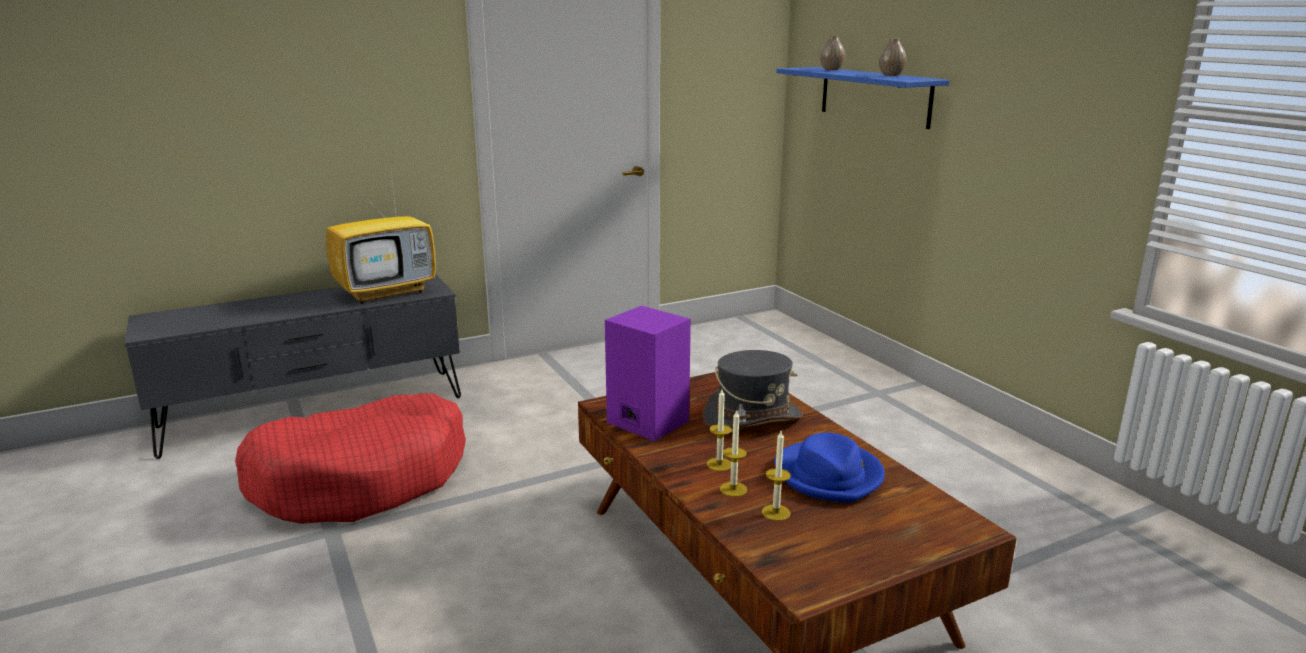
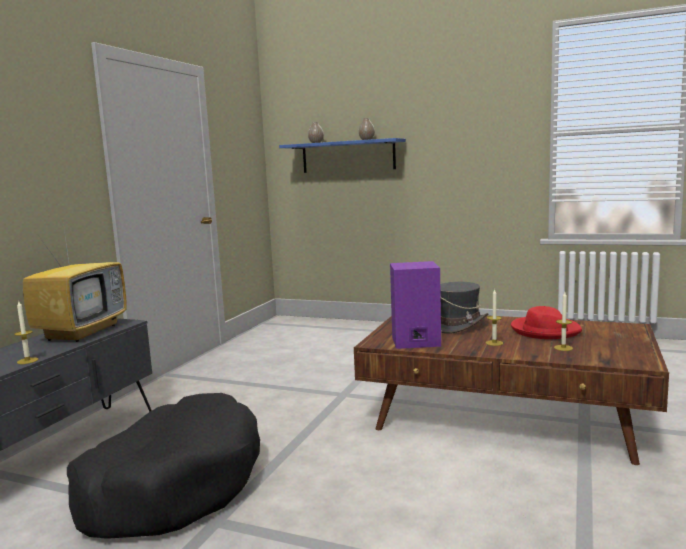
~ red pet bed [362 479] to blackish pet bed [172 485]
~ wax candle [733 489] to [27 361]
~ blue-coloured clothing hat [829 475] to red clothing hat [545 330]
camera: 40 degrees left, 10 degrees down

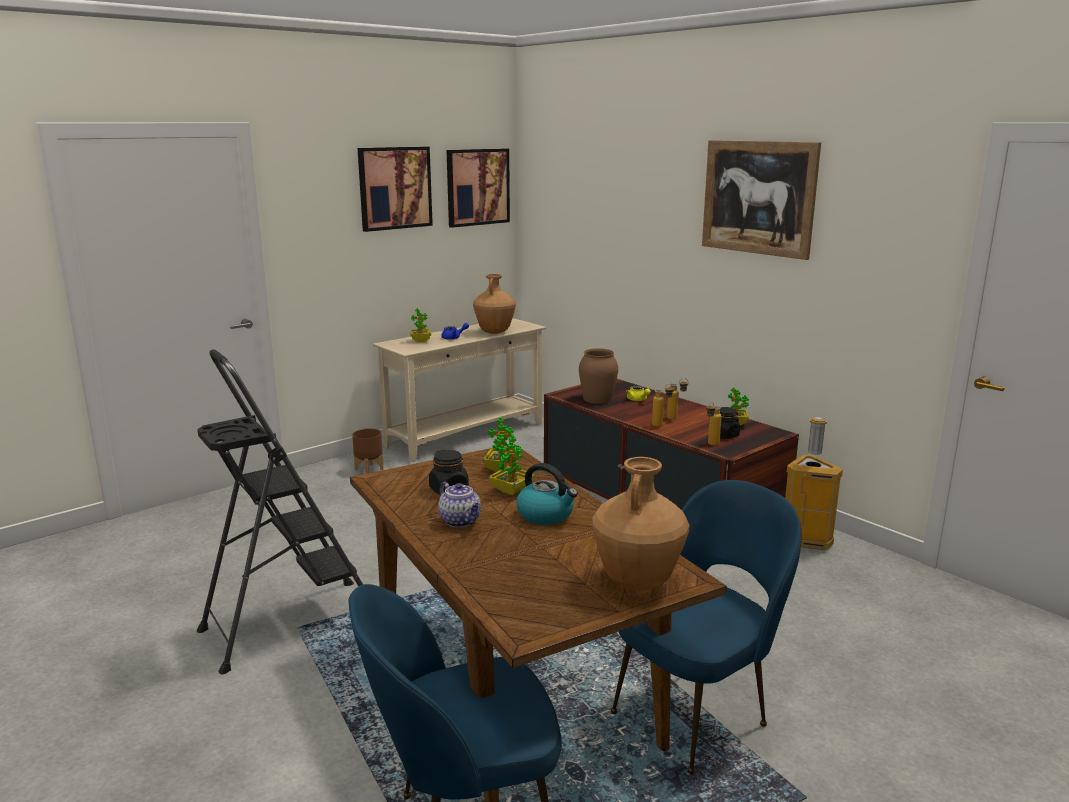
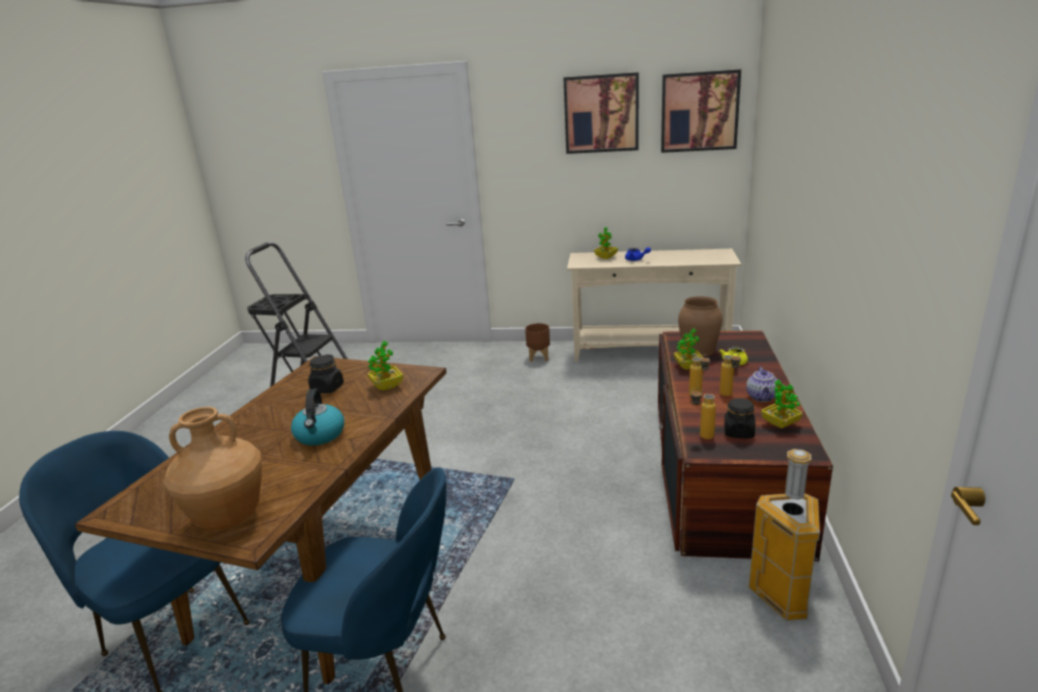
- picture [758 197]
- brown-coloured vase [494 332]
~ potted plant [511 491] to [688 367]
~ pot for tea [461 521] to [762 397]
camera: 50 degrees right, 5 degrees up

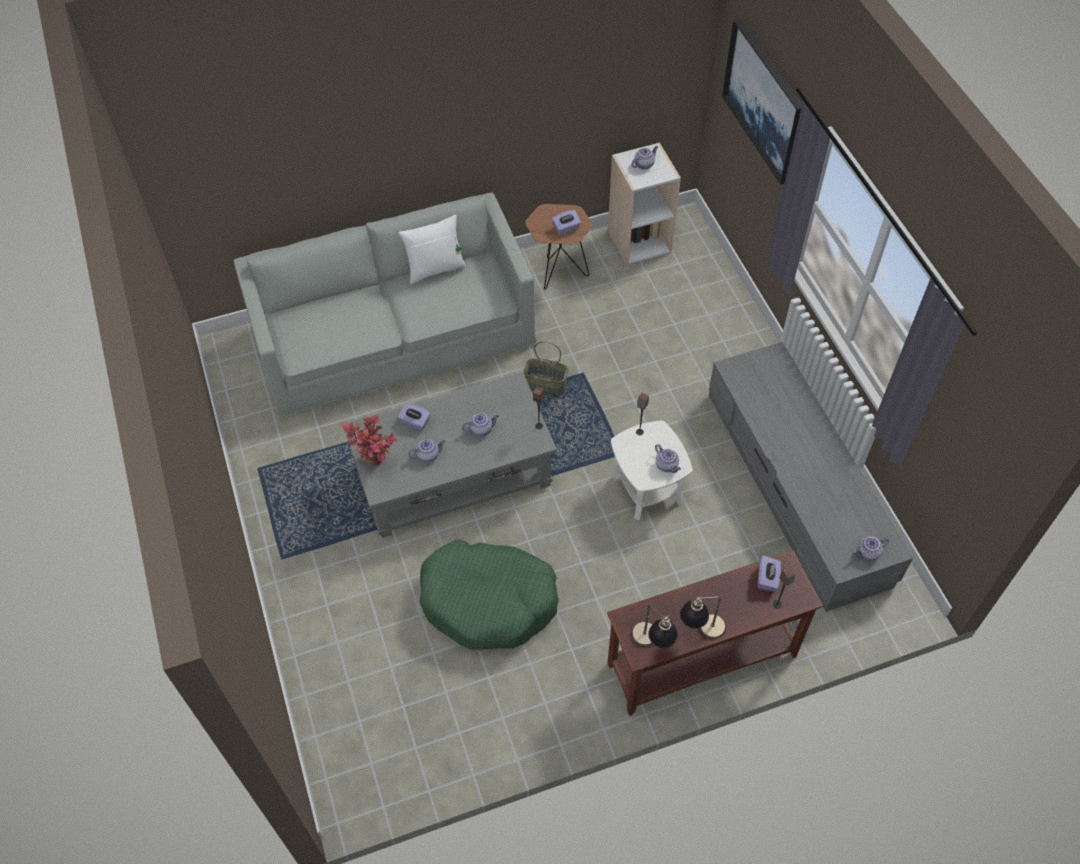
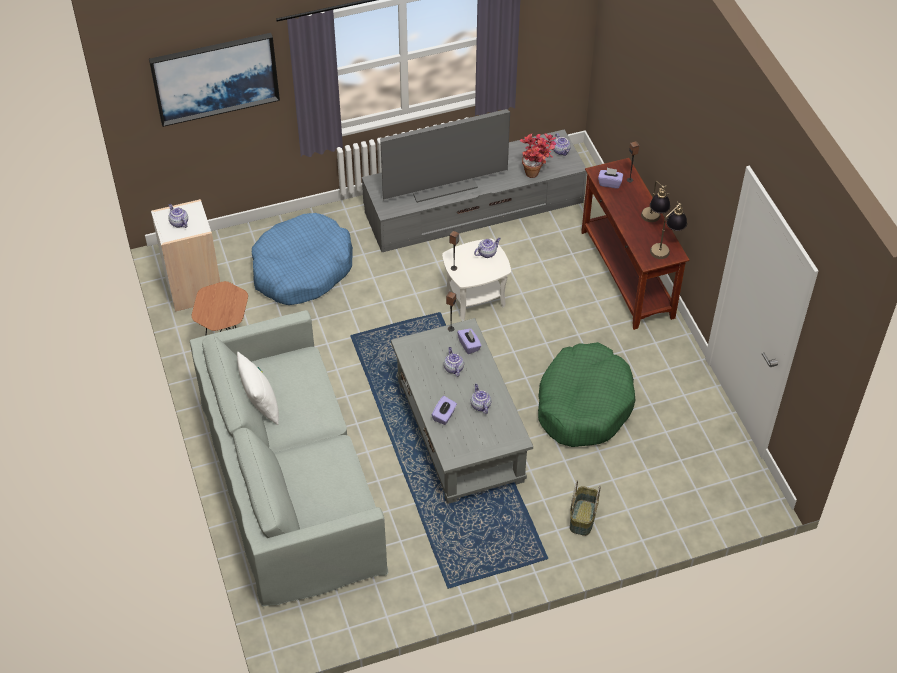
~ purplish box of tissues [566 228] to [469 345]
~ household basket [546 384] to [582 517]
~ potted plant [376 464] to [536 173]
+ TV set [443 184]
+ blue-coloured pet bed [302 269]
camera: 90 degrees left, 5 degrees down

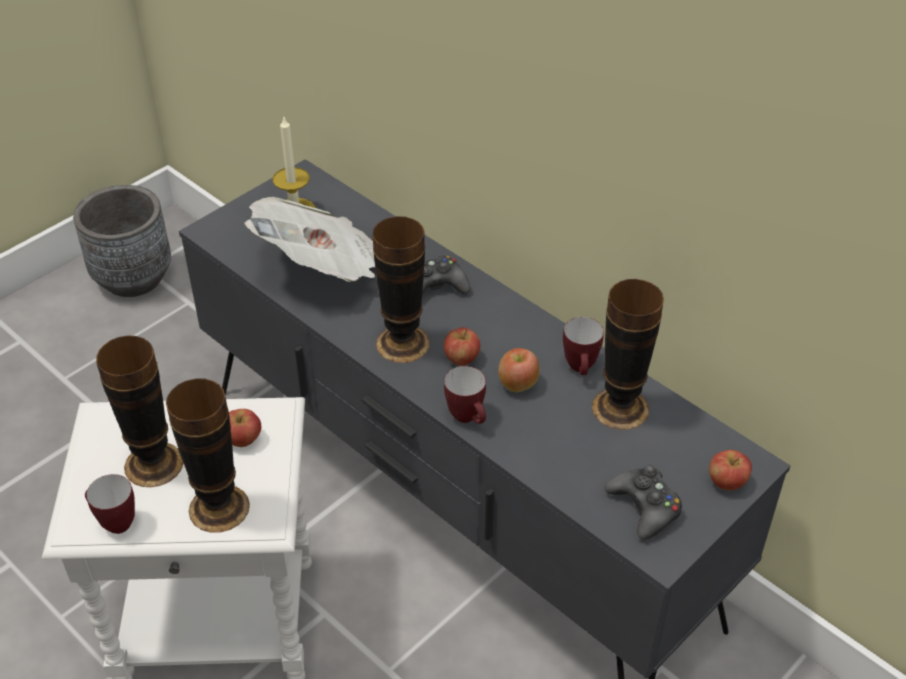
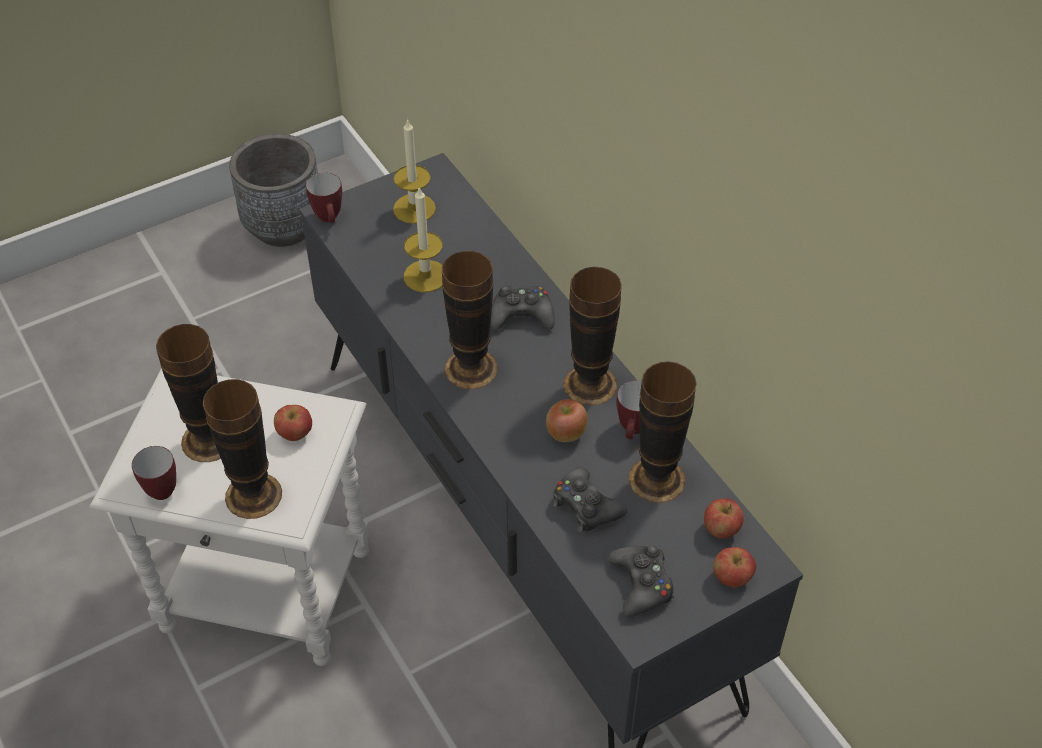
~ printed paper [327 269] to wax candle [425 276]
~ apple fruit [461 359] to [721 529]
~ mug [468 419] to [329 219]
+ vase [590 384]
+ blackish game controller [586 506]
camera: 15 degrees right, 5 degrees up

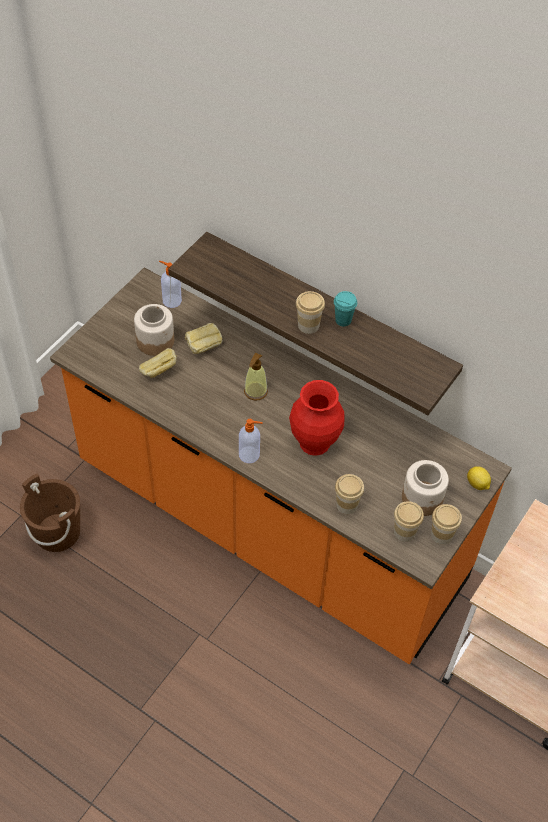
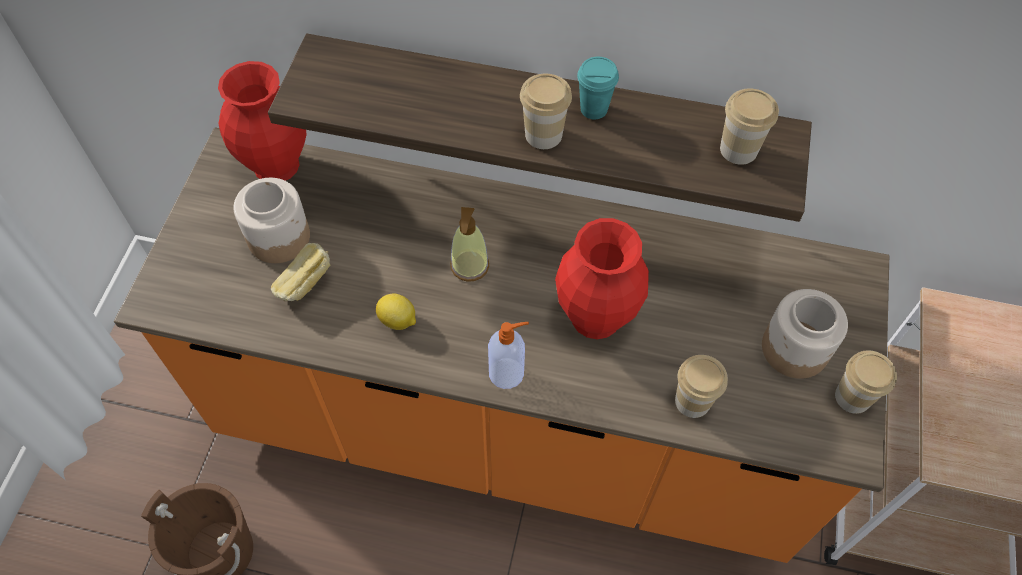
~ liquid soap bottle [171 300] to red vase [278 165]
- baked bread [203 347]
~ citrus fruit [477 484] to [398 321]
~ small cup [404 532] to [738 149]
camera: 20 degrees left, 5 degrees up

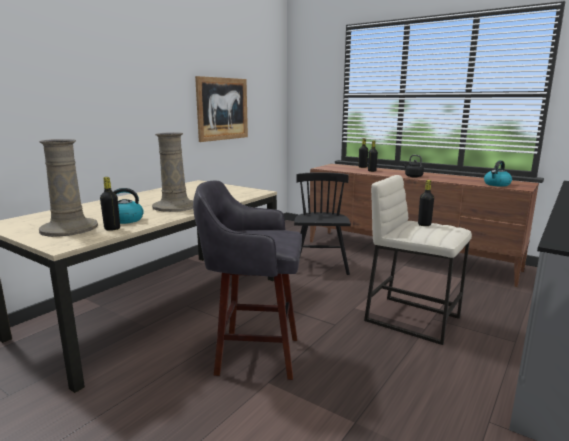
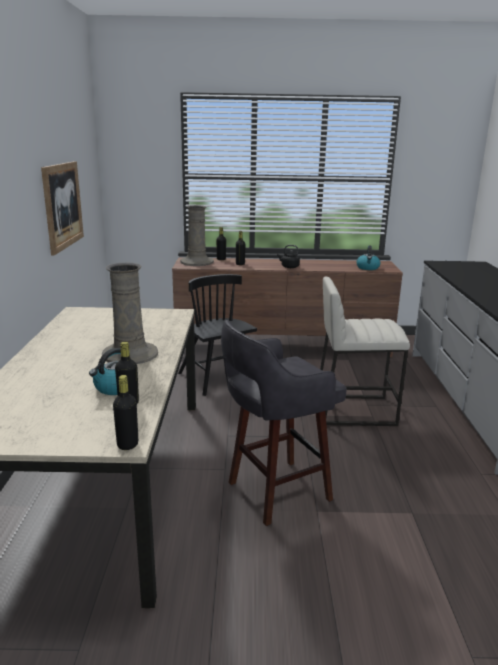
~ beige vase [68 228] to [196 262]
~ blackish bottle [424 224] to [127 444]
camera: 35 degrees left, 5 degrees up

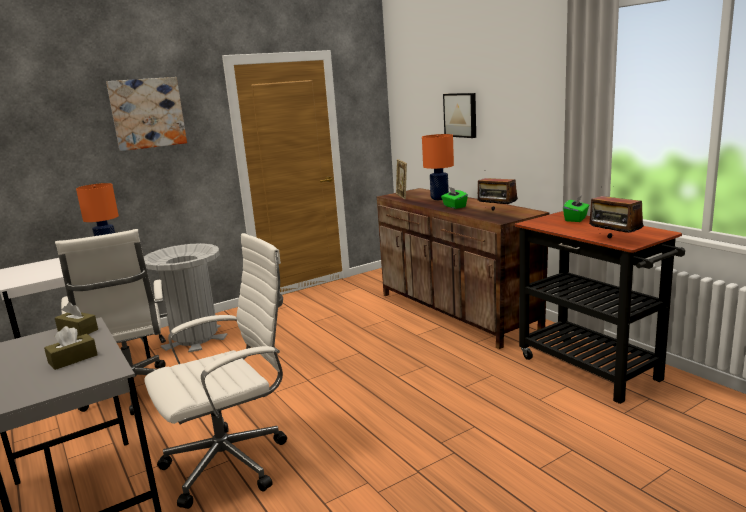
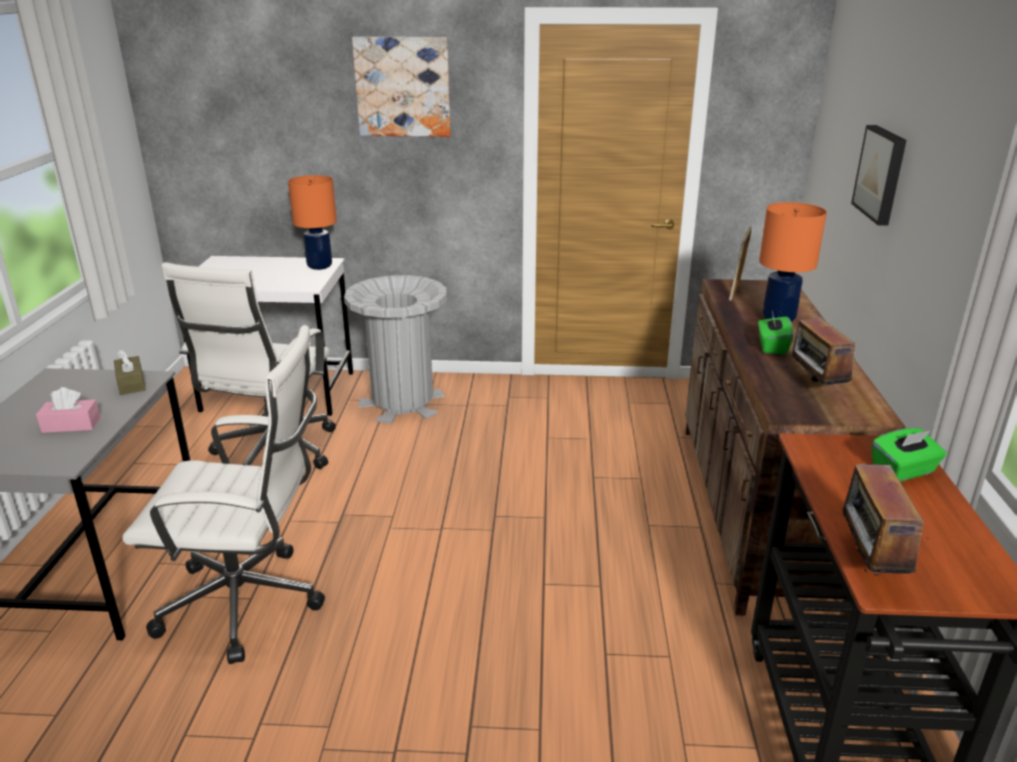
~ brown-coloured box of tissues [73 359] to pink box of tissues [71 425]
camera: 35 degrees right, 10 degrees up

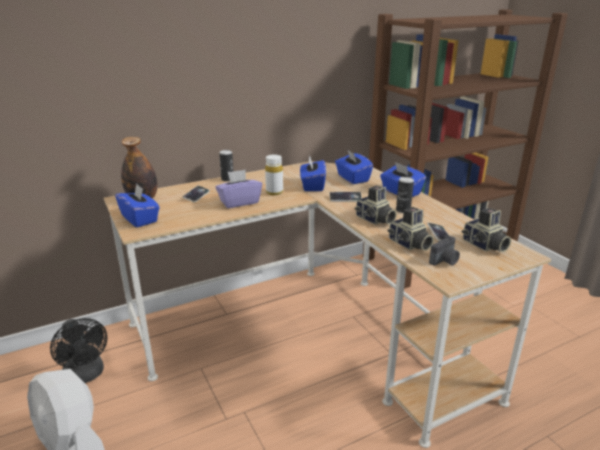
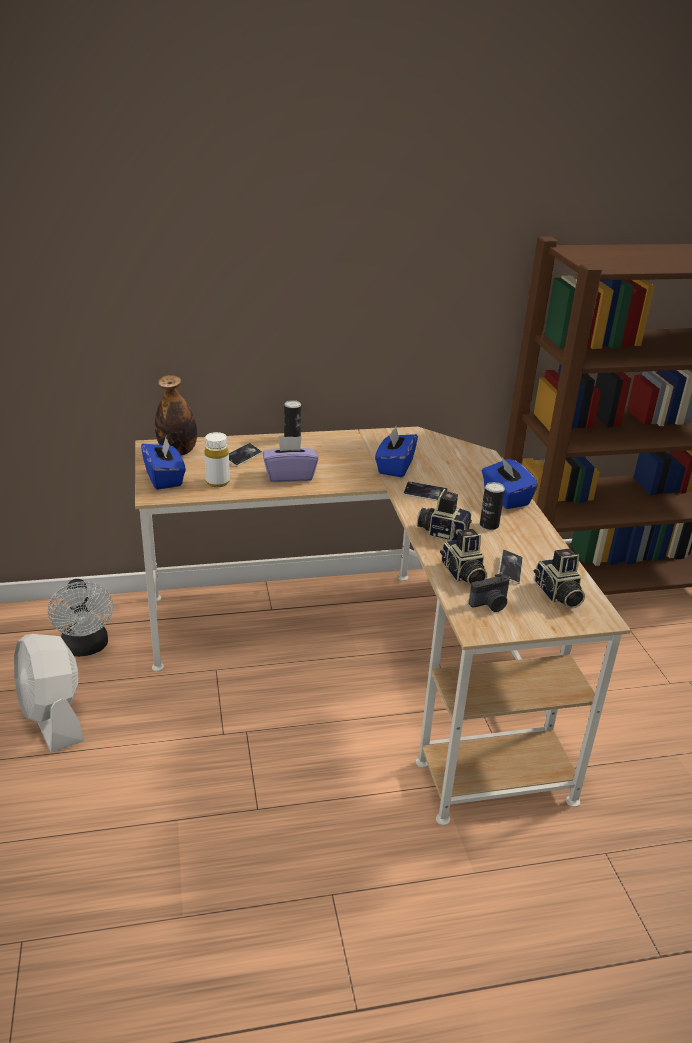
- blue-coloured box of tissues [352 178]
~ white bottle [274 192] to [217 482]
~ photo camera [375 220] = [442 532] 135 degrees clockwise
~ blackish cooling fan [86 375] to white cooling fan [86 648]
camera: 15 degrees right, 5 degrees up

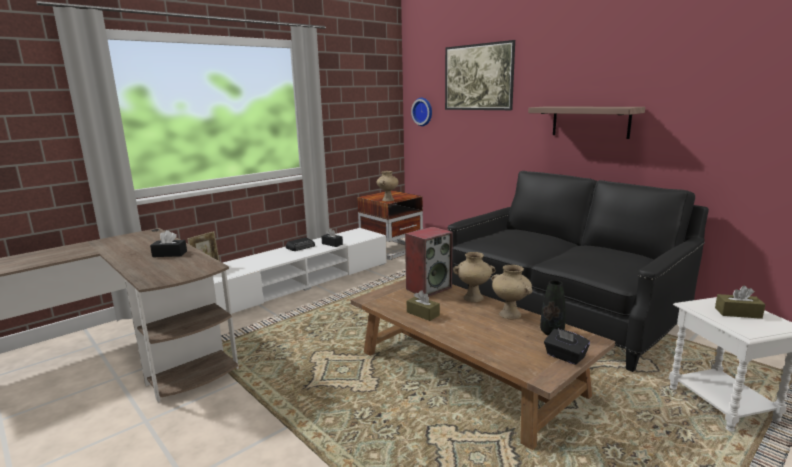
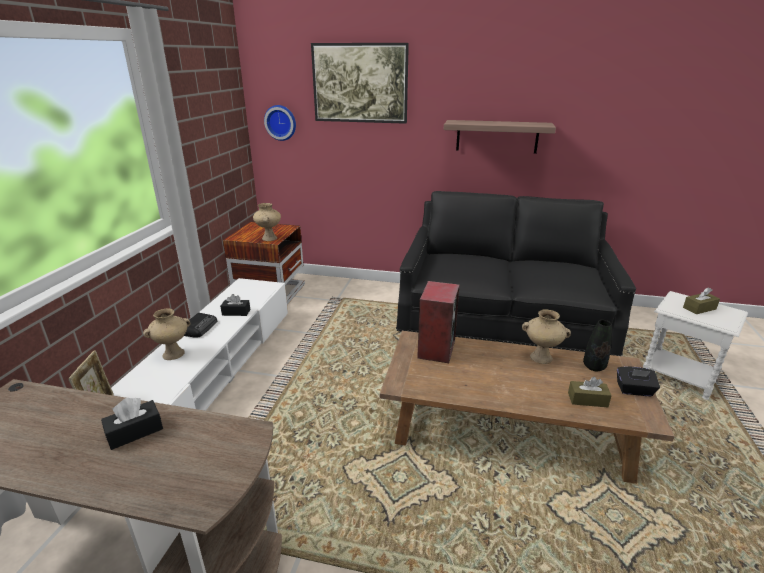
~ beige vase [473 297] to [174 354]
~ brown-coloured box of tissues [423 314] to [587 400]
camera: 35 degrees left, 10 degrees up

